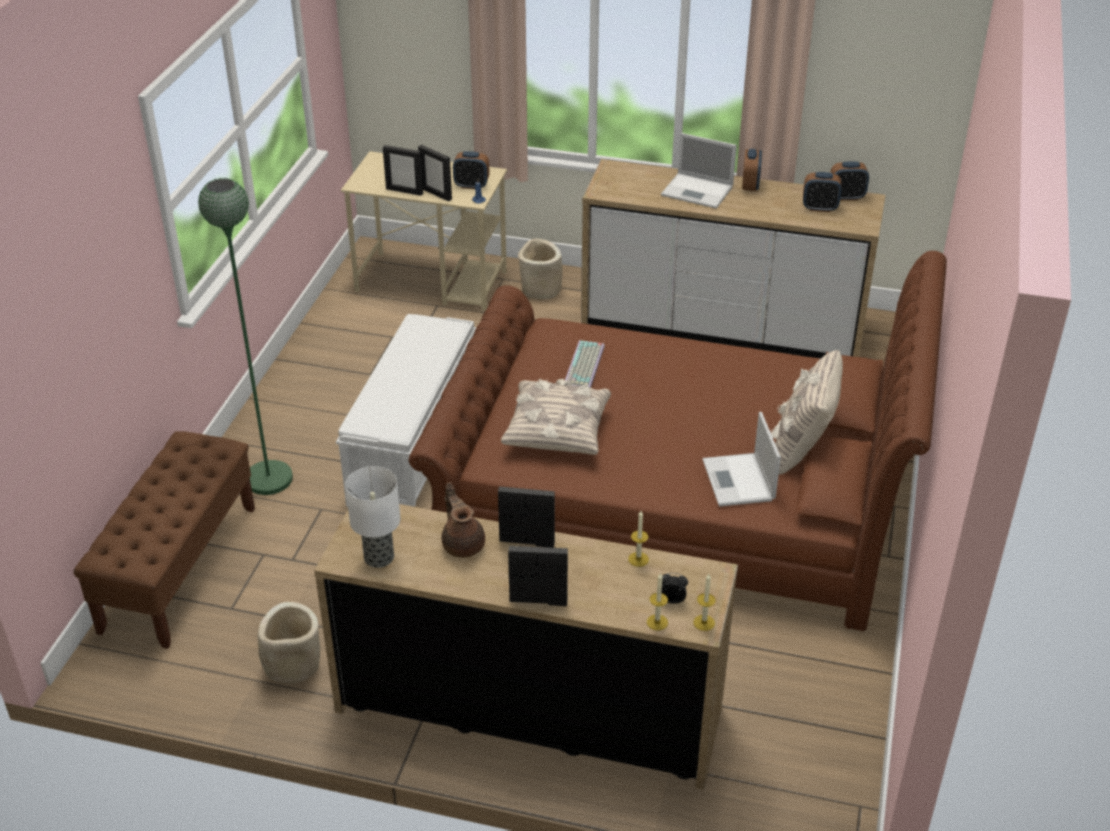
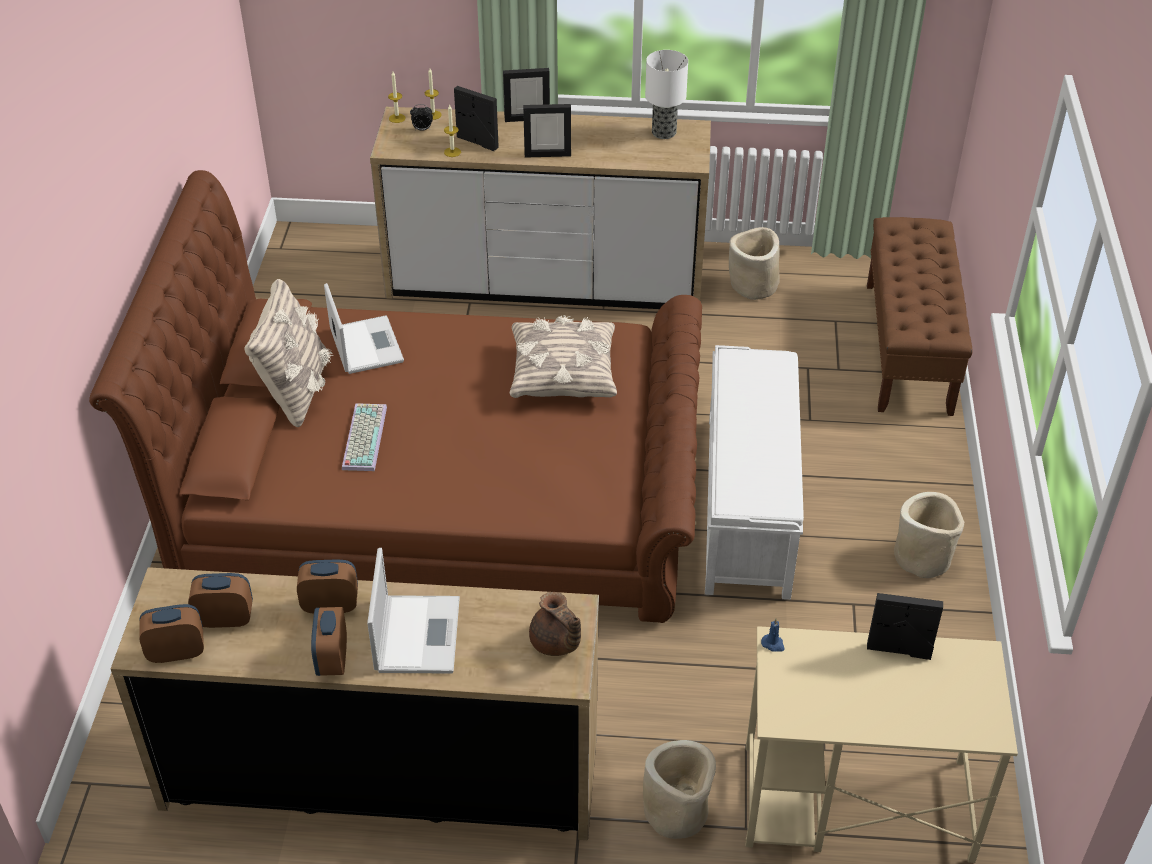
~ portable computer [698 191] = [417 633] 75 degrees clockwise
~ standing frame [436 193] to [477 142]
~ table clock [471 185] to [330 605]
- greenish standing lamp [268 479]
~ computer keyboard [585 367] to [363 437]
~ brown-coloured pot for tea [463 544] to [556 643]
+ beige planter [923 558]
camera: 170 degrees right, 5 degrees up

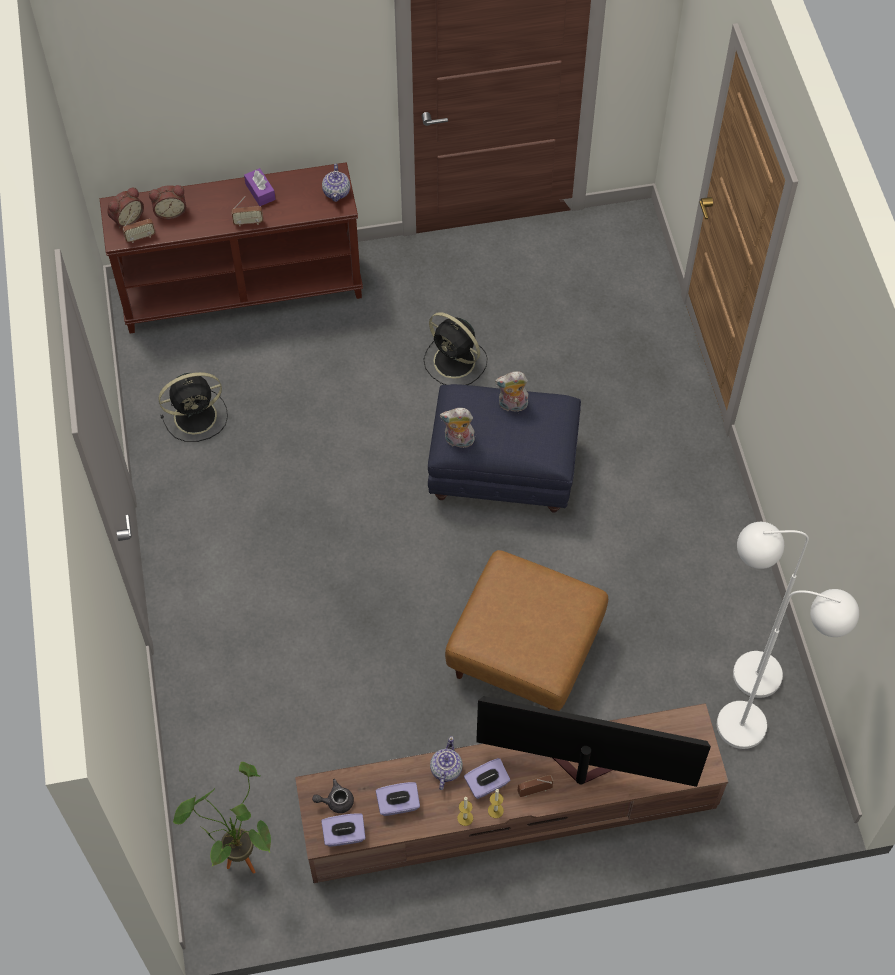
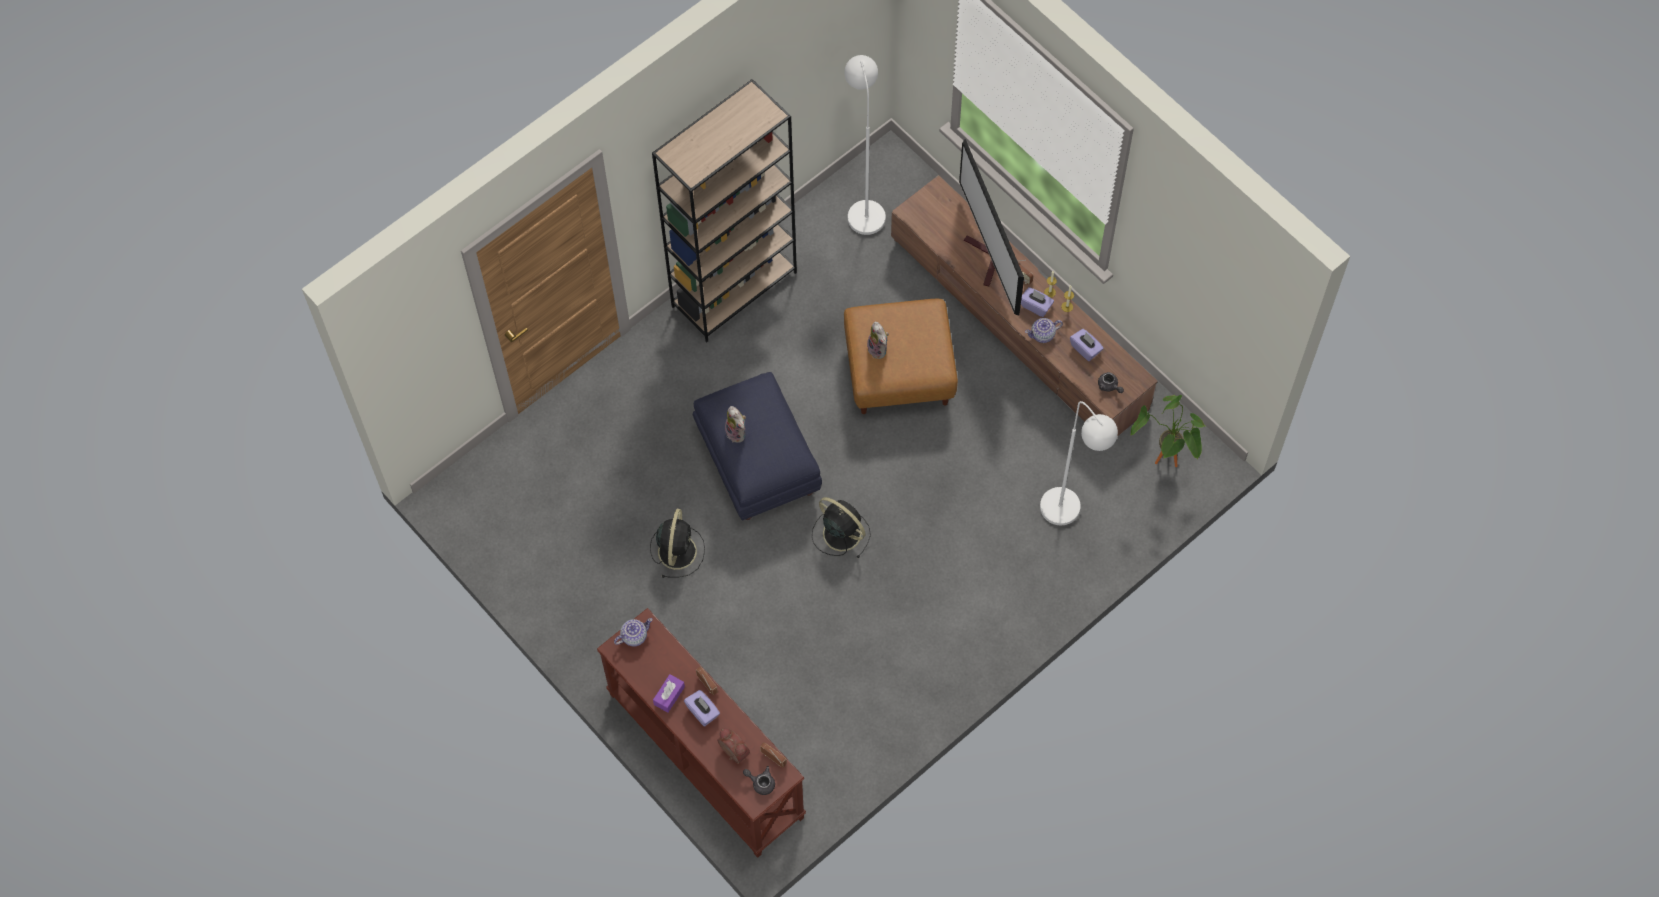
~ table clock [127 218] to grey pot for tea [761 782]
~ blackish cooling fan [197 416] to [840 532]
~ soft toy [458 441] to [879 349]
~ white standing lamp [741 676] to [1067 517]
~ purplish box of tissues [344 835] to [702 712]
+ beige bookshelf [734 288]
camera: 120 degrees left, 5 degrees up

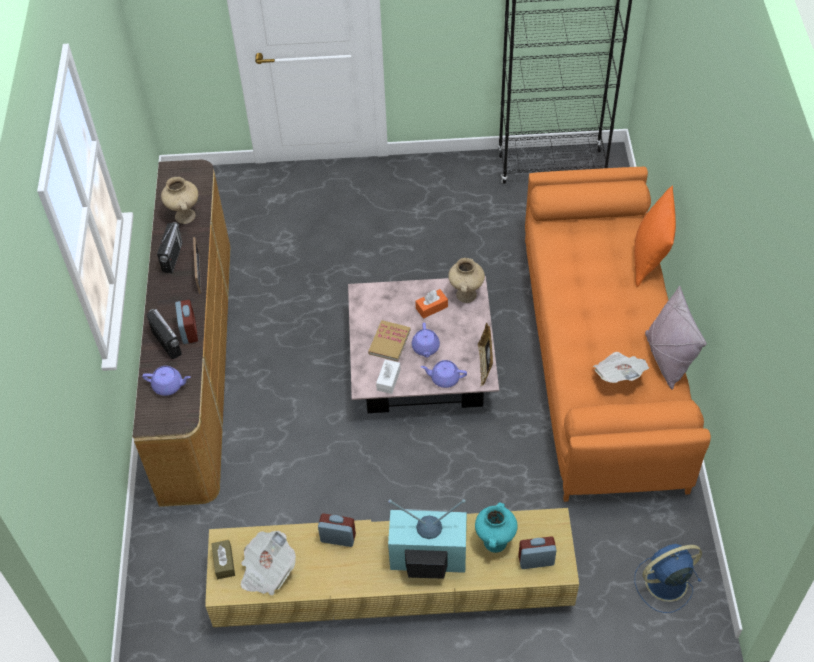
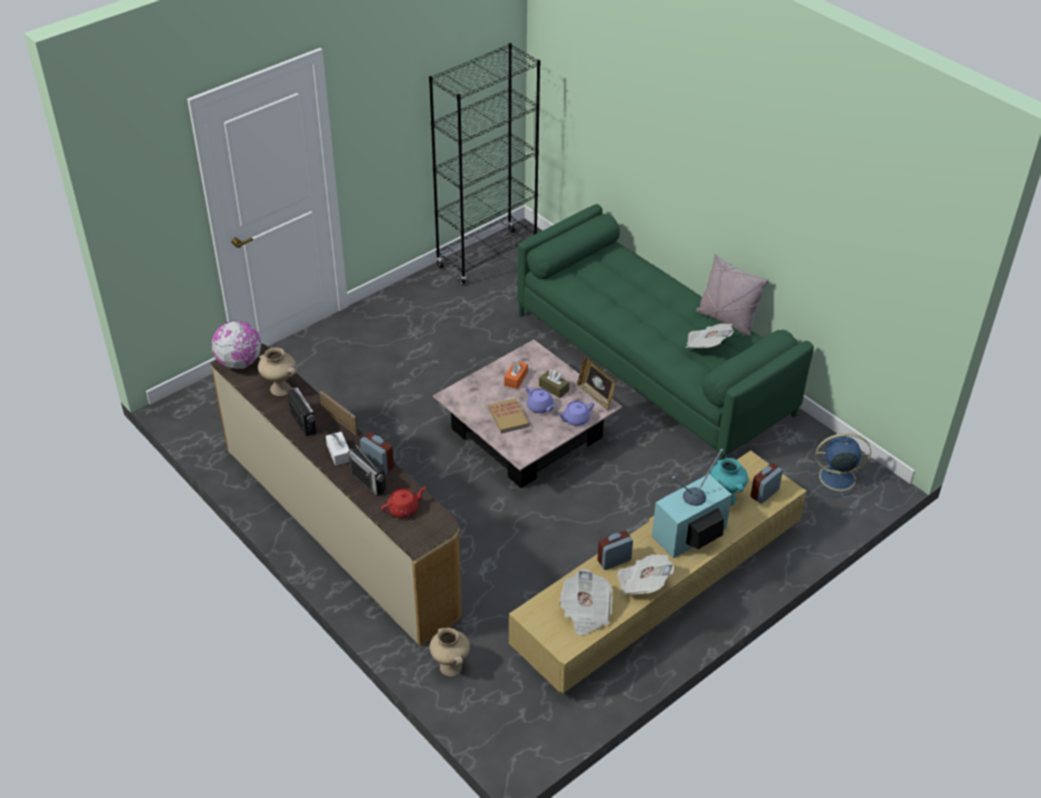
~ orange-coloured couch [601 358] to greenish couch [652 364]
- orange-coloured cushion [650 259]
~ beige vase [465 294] to [450 667]
~ radio receiver [167 343] = [368 482] 150 degrees counterclockwise
~ white box of tissues [388 380] to [339 453]
~ purplish pot for tea [168 386] to red pot for tea [404 509]
~ brown-coloured box of tissues [224 562] to [553 388]
~ blue-coloured cooling fan [664 583] = [835 477] 60 degrees clockwise
+ desk globe [240 363]
+ printed paper [642 584]
camera: 40 degrees left, 10 degrees down

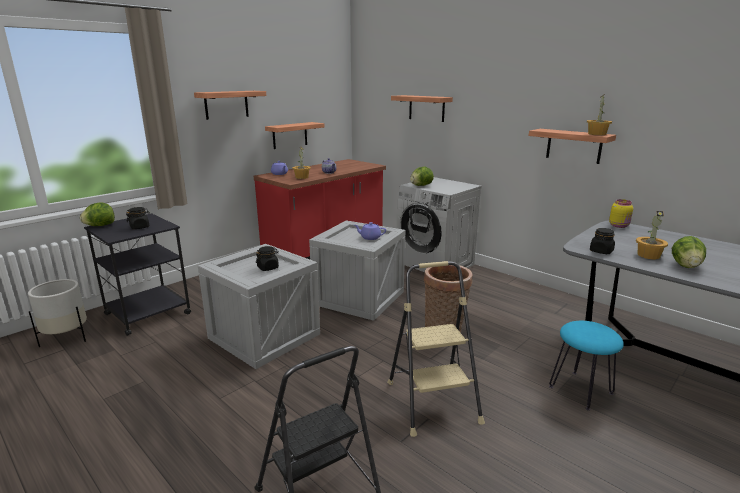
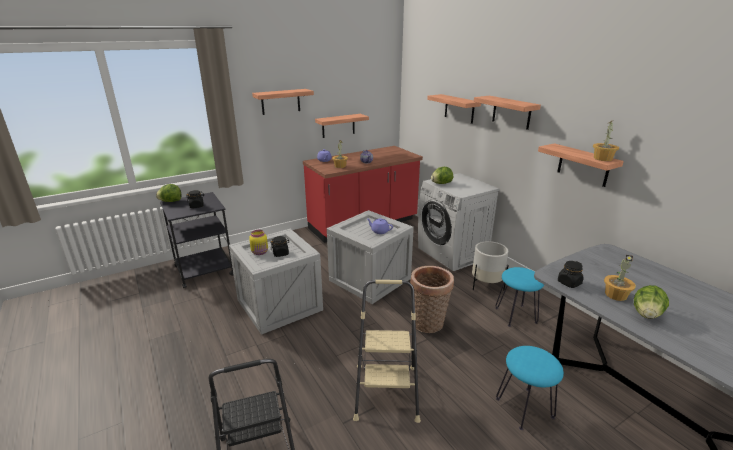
~ yellowish preserve jar [619 226] to [260 252]
~ white planter [66 338] to [486 285]
+ shelf [511 112]
+ blue-green sitting stool [516 315]
camera: 15 degrees right, 5 degrees up

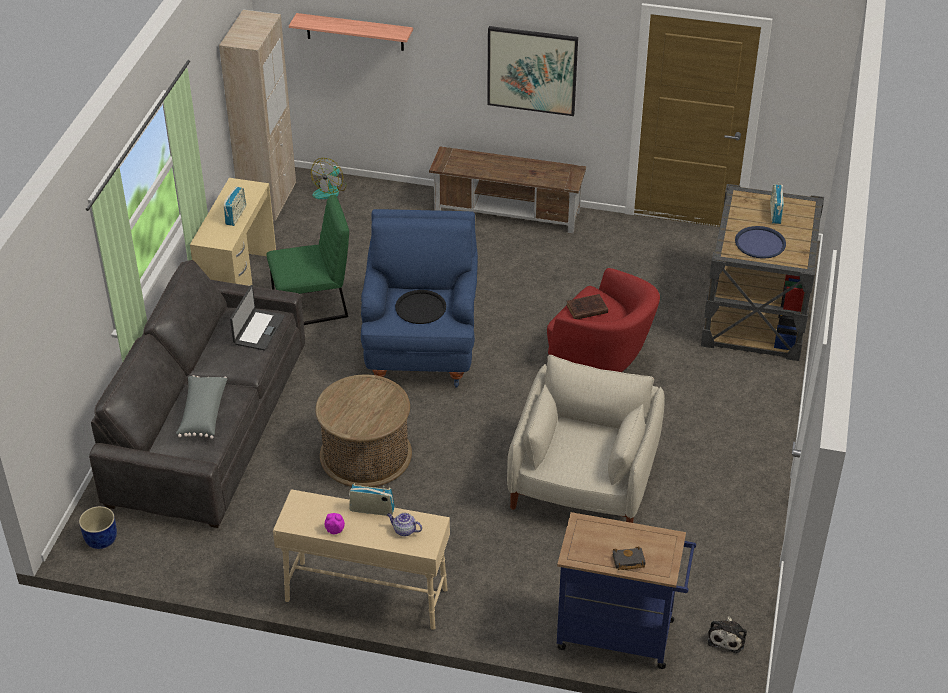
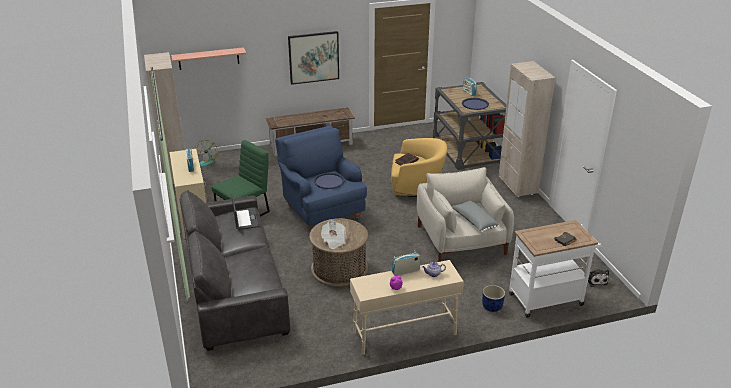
~ red armchair [601 356] to yellowish armchair [416 188]
~ blackish tray [420 308] to blue-coloured tray [329 181]
~ grey cushion [202 414] to [474 221]
~ blue-coloured planter [101 539] to [491 306]
~ blue-coloured wheeled cart [619 635] to white wheeled cart [548 299]
+ beige cabinet [517 187]
+ printed paper [334 241]
camera: 30 degrees left, 10 degrees down

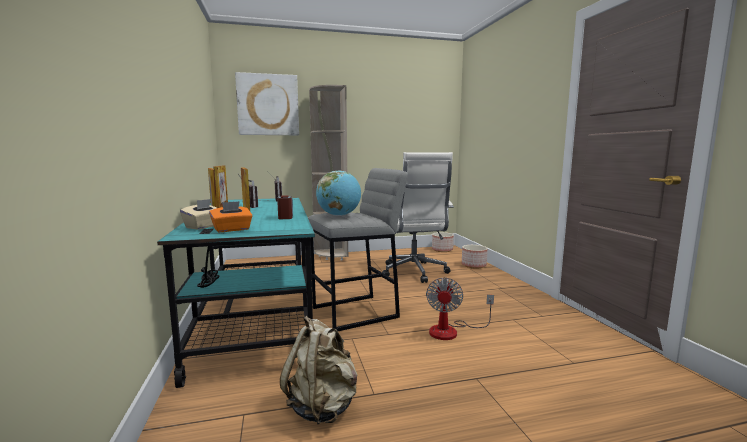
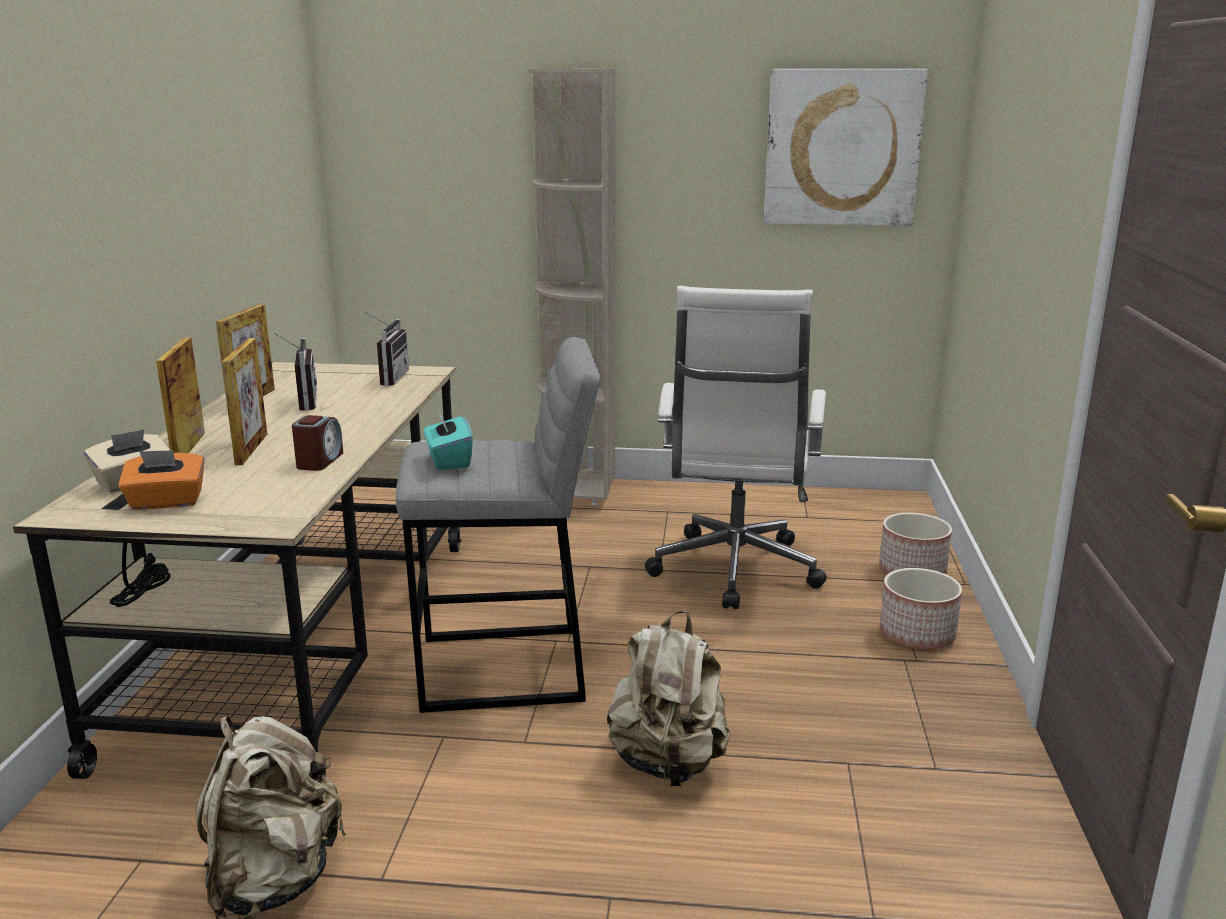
~ picture [268 105] to [842 148]
~ desk globe [339 215] to blue-green box of tissues [448 461]
~ blue-green desk [256 317] to beige desk [304 642]
~ planter [442 250] to [918 635]
~ cooling fan [451 331] to beige rucksack [668 763]
camera: 20 degrees right, 10 degrees up

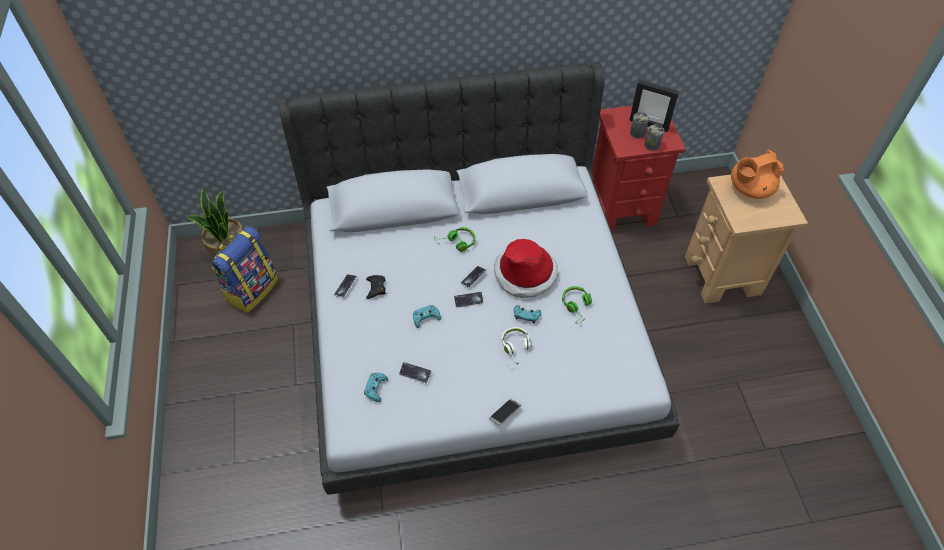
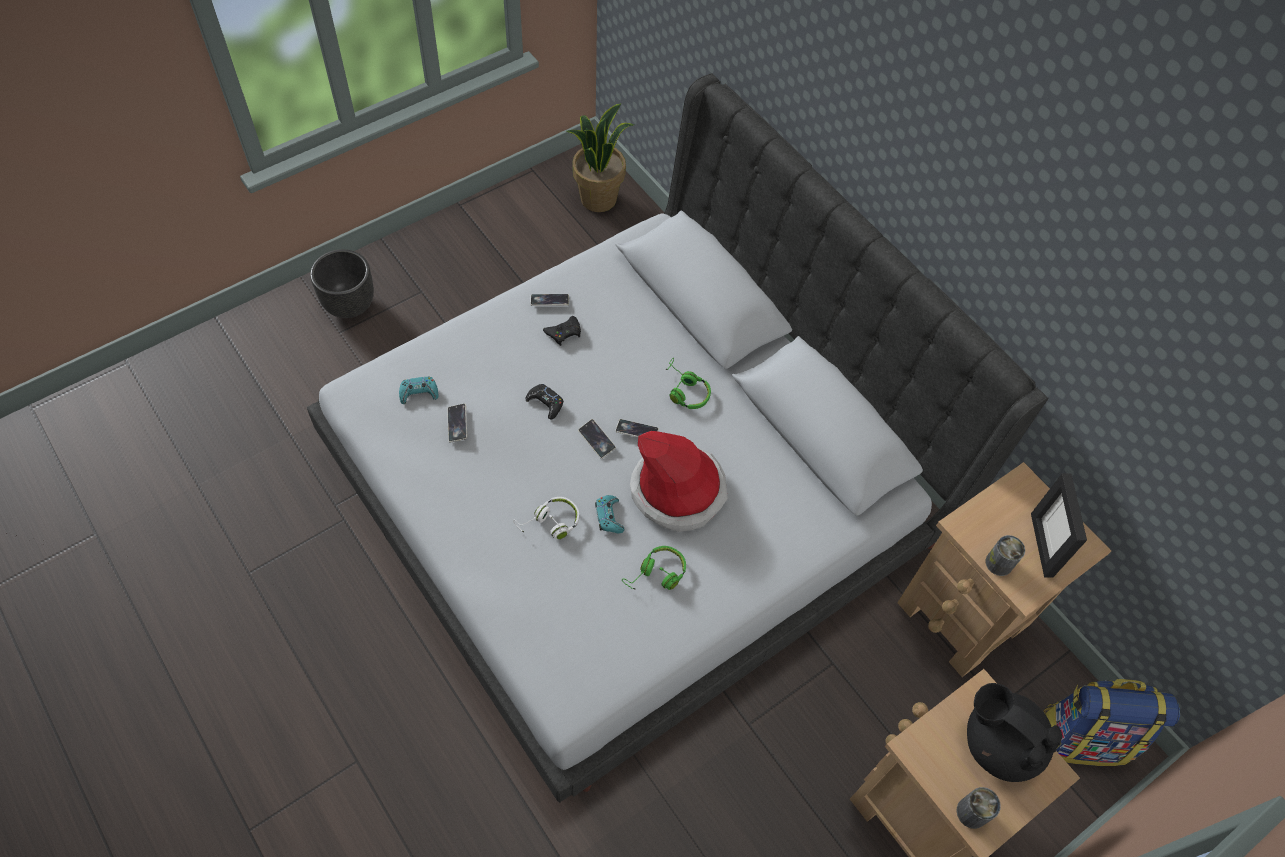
~ red nightstand [623 208] to beige nightstand [962 616]
~ sealed can [637 133] to [971 812]
~ orange-coloured pot for tea [749 189] to blackish pot for tea [999 743]
~ rucksack [252 289] to [1082 736]
~ blue-green game controller [426 318] to blackish game controller [545 403]
- telephone [505 413]
+ blackish planter [350 305]
camera: 60 degrees right, 5 degrees up

